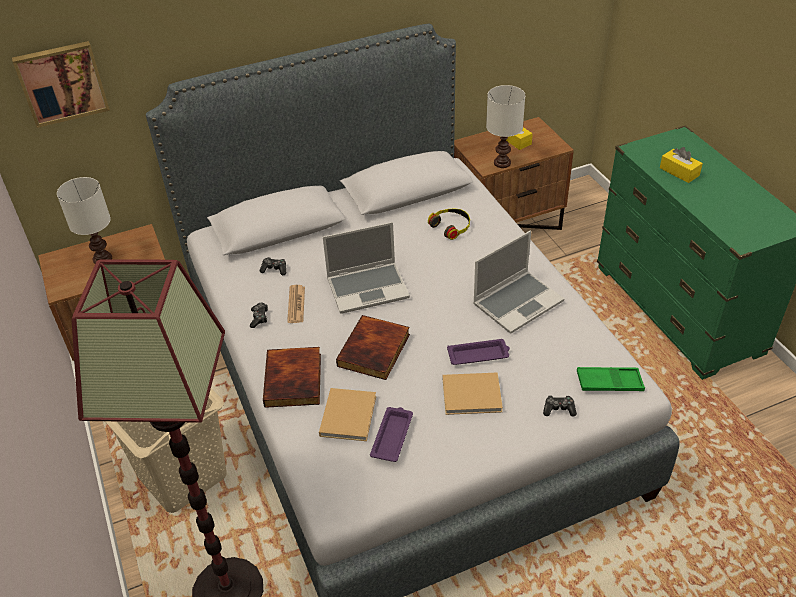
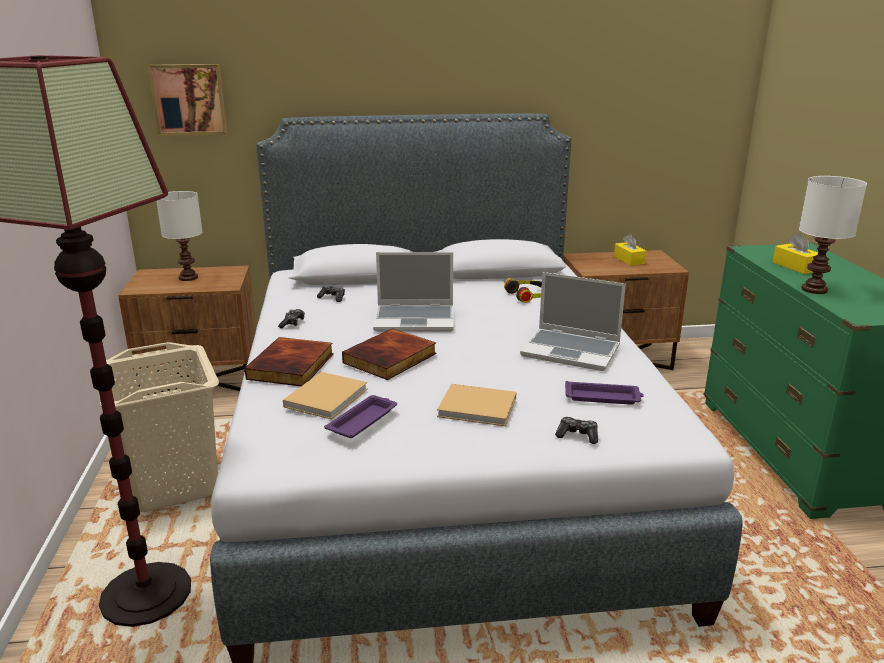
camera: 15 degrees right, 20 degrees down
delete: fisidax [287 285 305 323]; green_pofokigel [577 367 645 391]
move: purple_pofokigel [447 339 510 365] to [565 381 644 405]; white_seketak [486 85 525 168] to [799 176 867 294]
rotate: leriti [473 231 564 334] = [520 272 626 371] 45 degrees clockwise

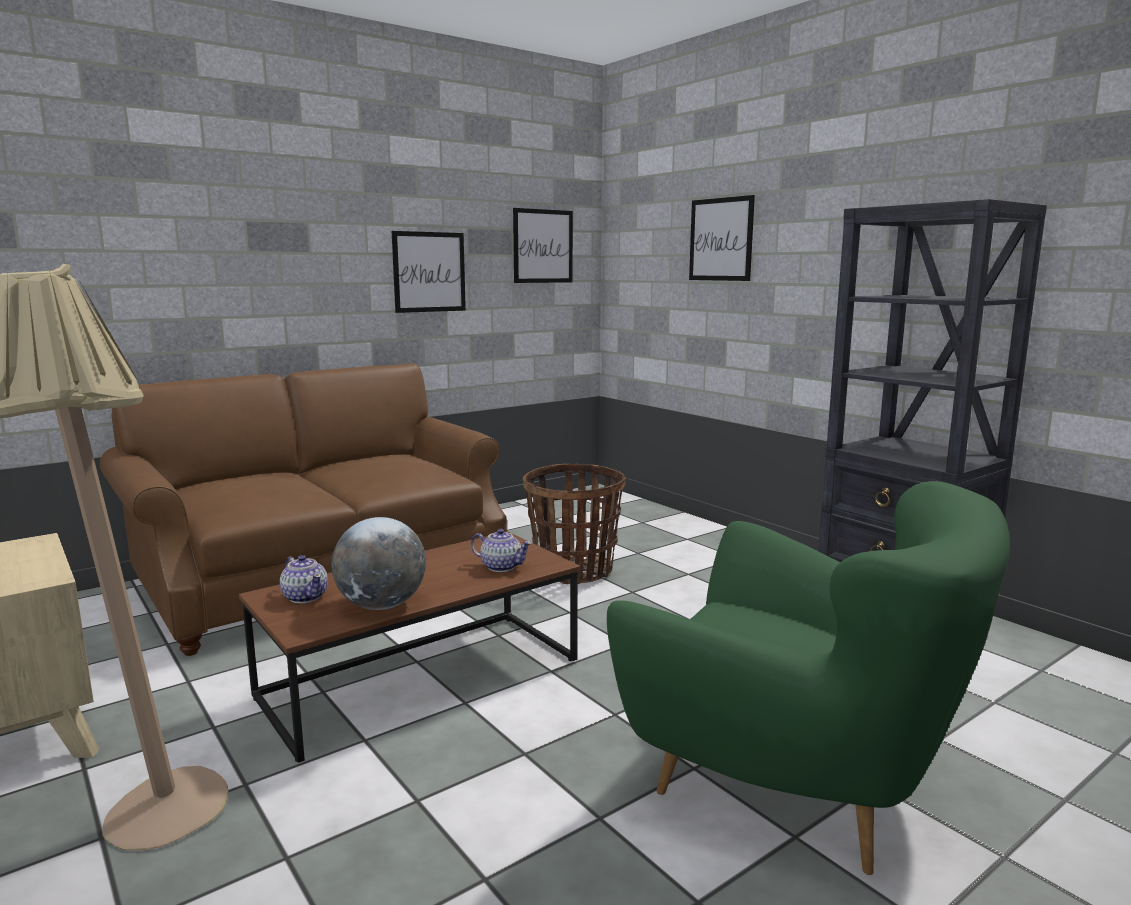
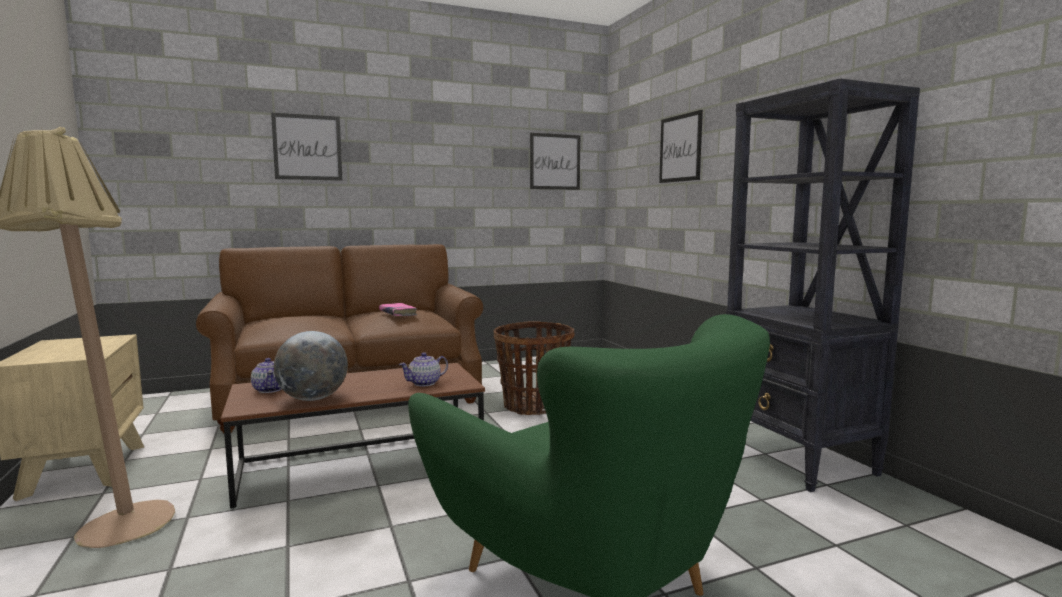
camera: 15 degrees right, 5 degrees down
insert: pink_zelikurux [379 303 417 316]
move: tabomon [392 231 466 313] to [271 113 342 181]
rotate: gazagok [471 529 532 572] = [399 353 448 386] 105 degrees clockwise

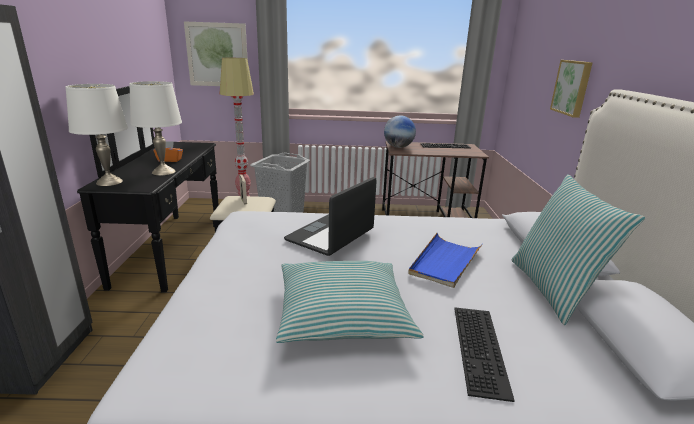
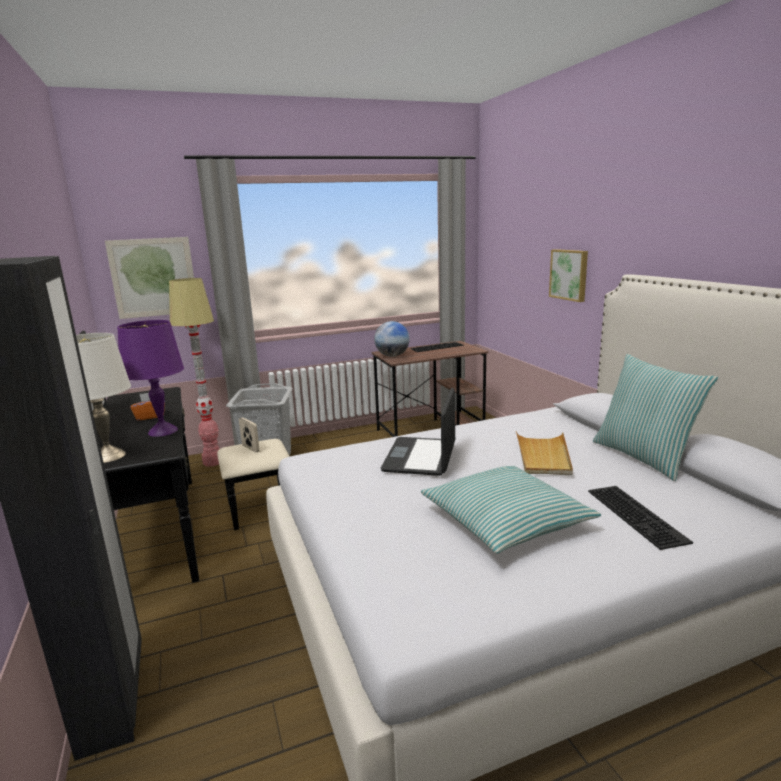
camera: 20 degrees left, 5 degrees down
recolor: white_seketak [129 81 182 175] to purple_seketak [117 320 184 437]; blue_pofokigel [408 233 483 288] to beige_pofokigel [516 431 573 475]

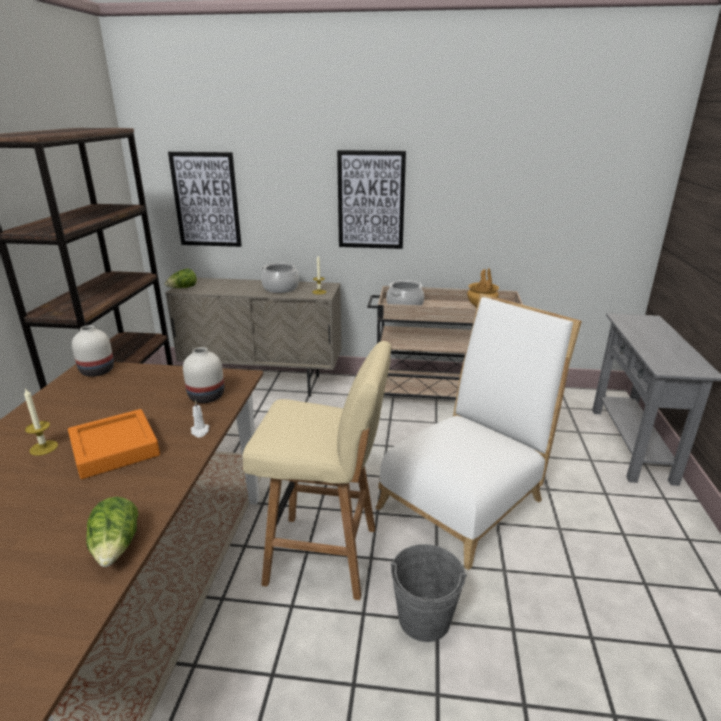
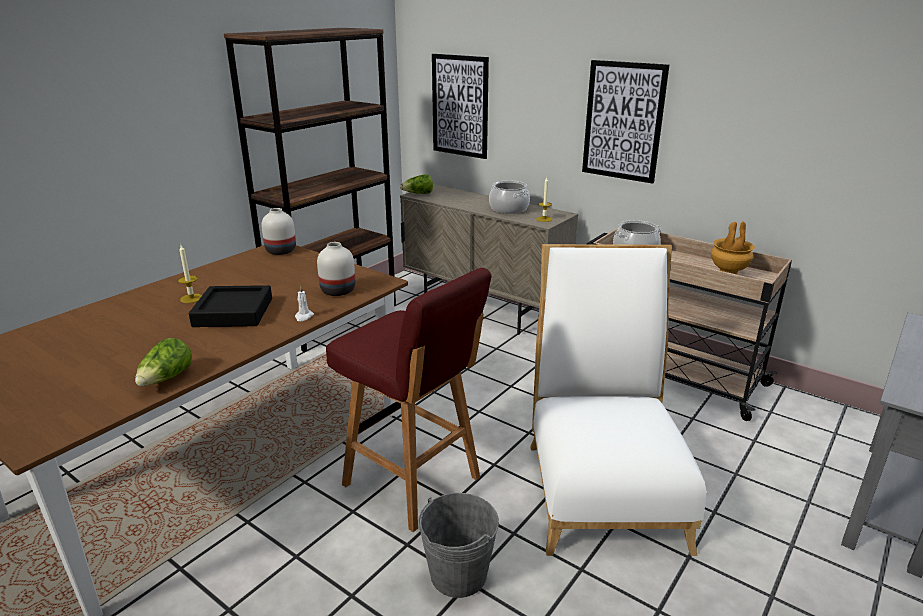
camera: 30 degrees right, 0 degrees up
recolor: orange_pofokigel [68 409 160 479] to black_pofokigel [189 285 272 327]; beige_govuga [242 341 392 600] to red_govuga [326 268 492 532]
rotate: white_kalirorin [376 293 582 570] = [530 244 706 556] 75 degrees counterclockwise

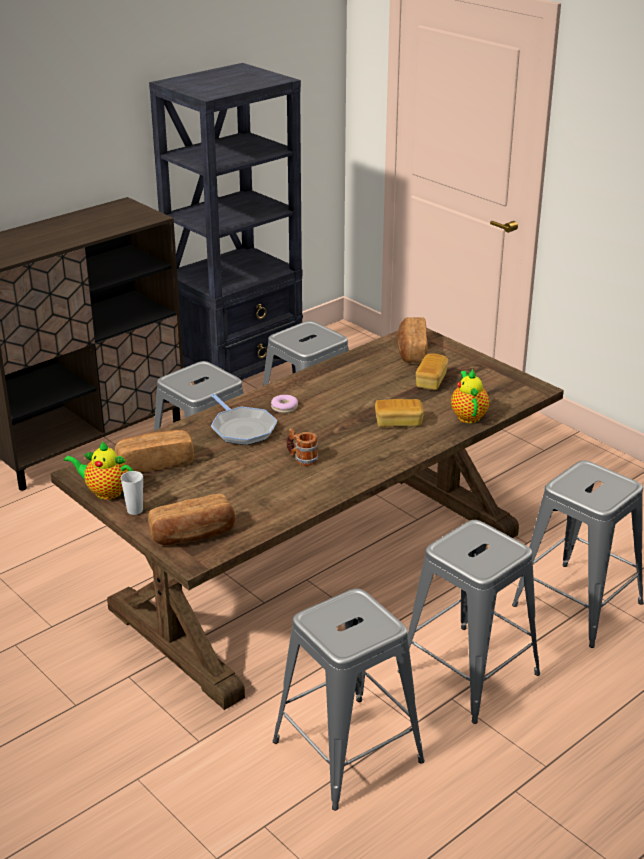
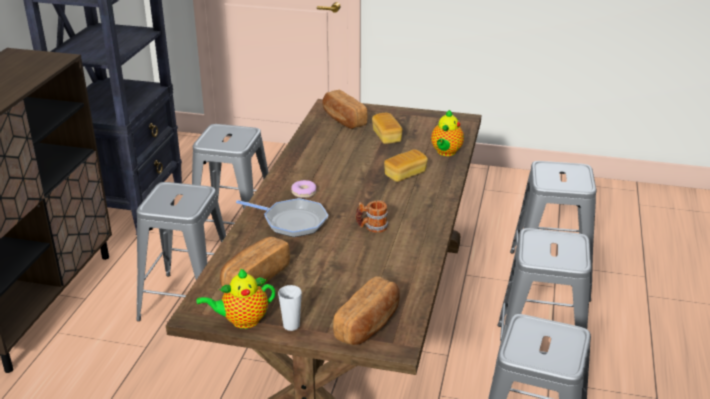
camera: 35 degrees left, 0 degrees up
rotate: gazagok [451 369 489 423] = [431 110 464 156] 120 degrees counterclockwise

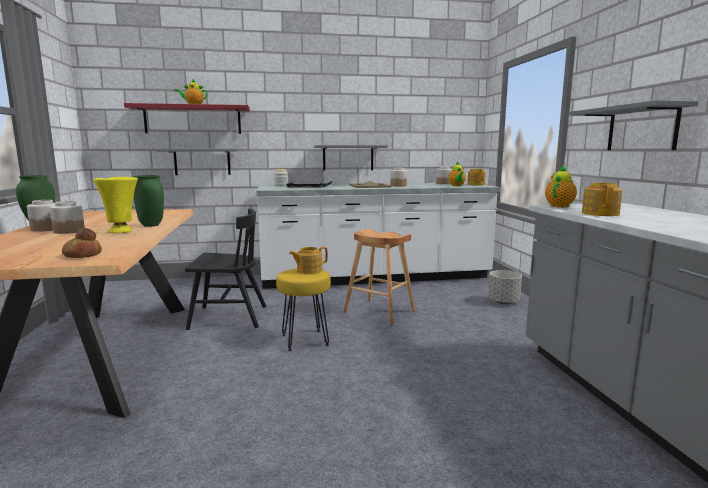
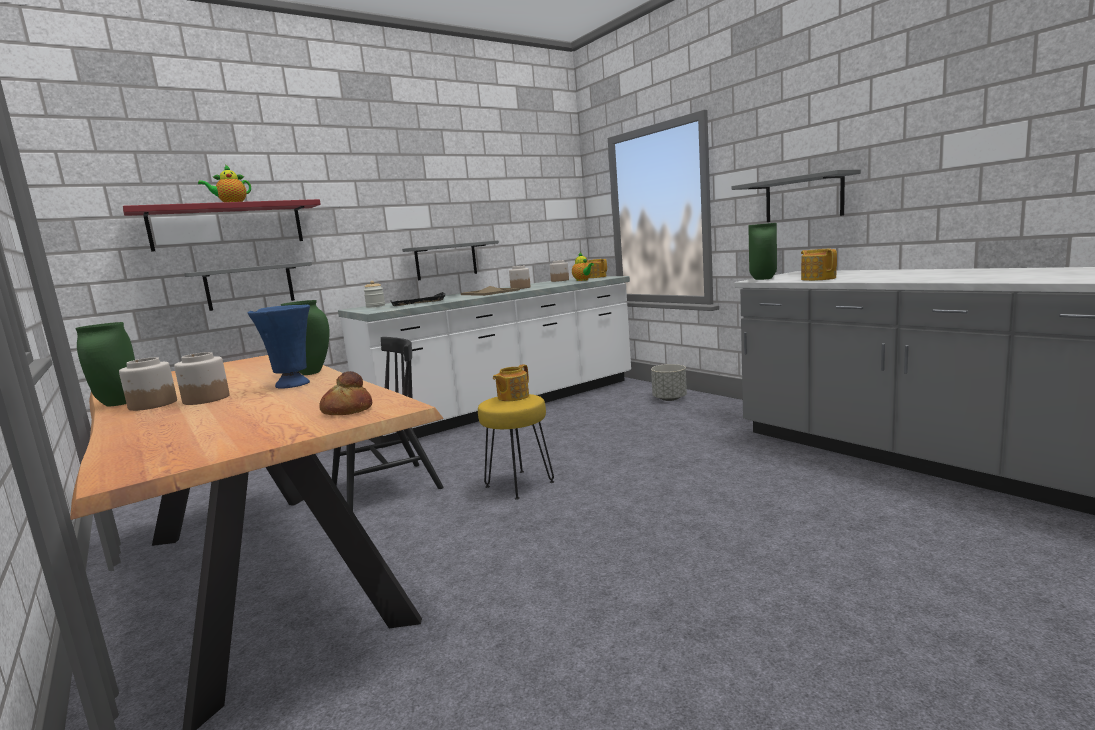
camera: 25 degrees left, 0 degrees up
delete: brown_govuga [343 229 415 325]
replace: gazagok [545 165 577 207] to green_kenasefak [748 223 777 280]
recolor: yellow_kenasefak [93 177 138 233] to blue_kenasefak [248 305 310 389]

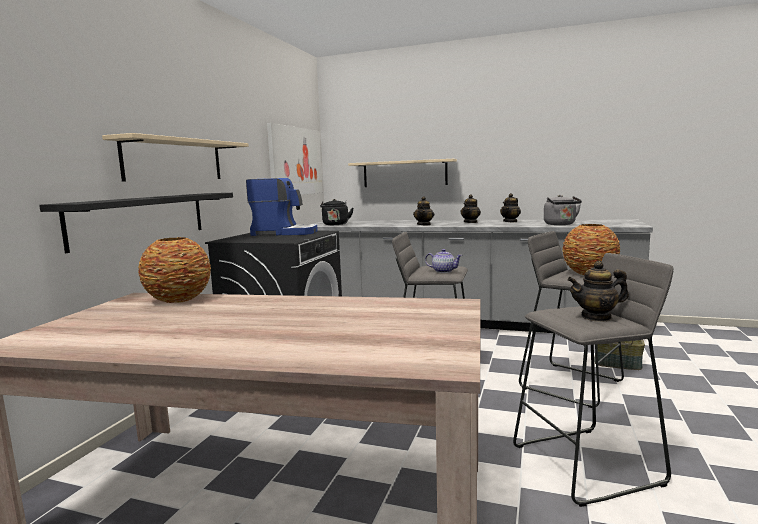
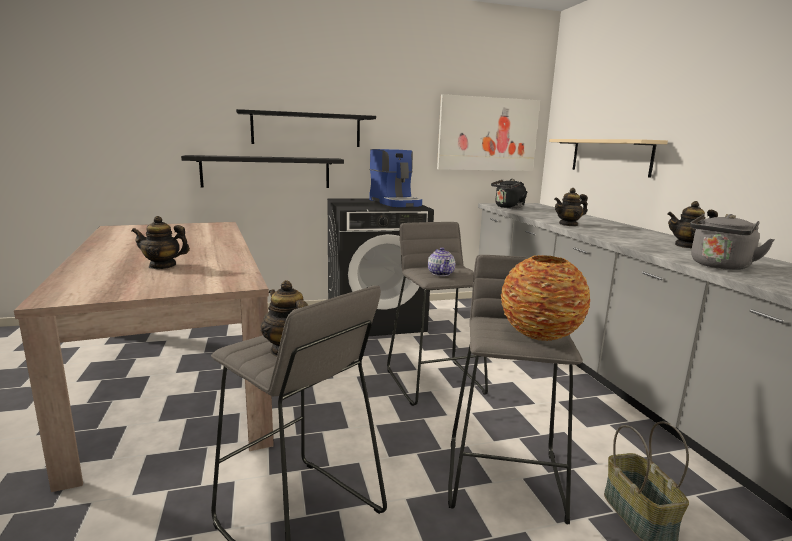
camera: 55 degrees right, 5 degrees up
delete: kenasefak [138 237 211 303]
move: gazagok [461 194 481 223] to [132 216 190 269]
recolor: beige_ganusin [102 133 249 182] to black_ganusin [236 109 376 147]

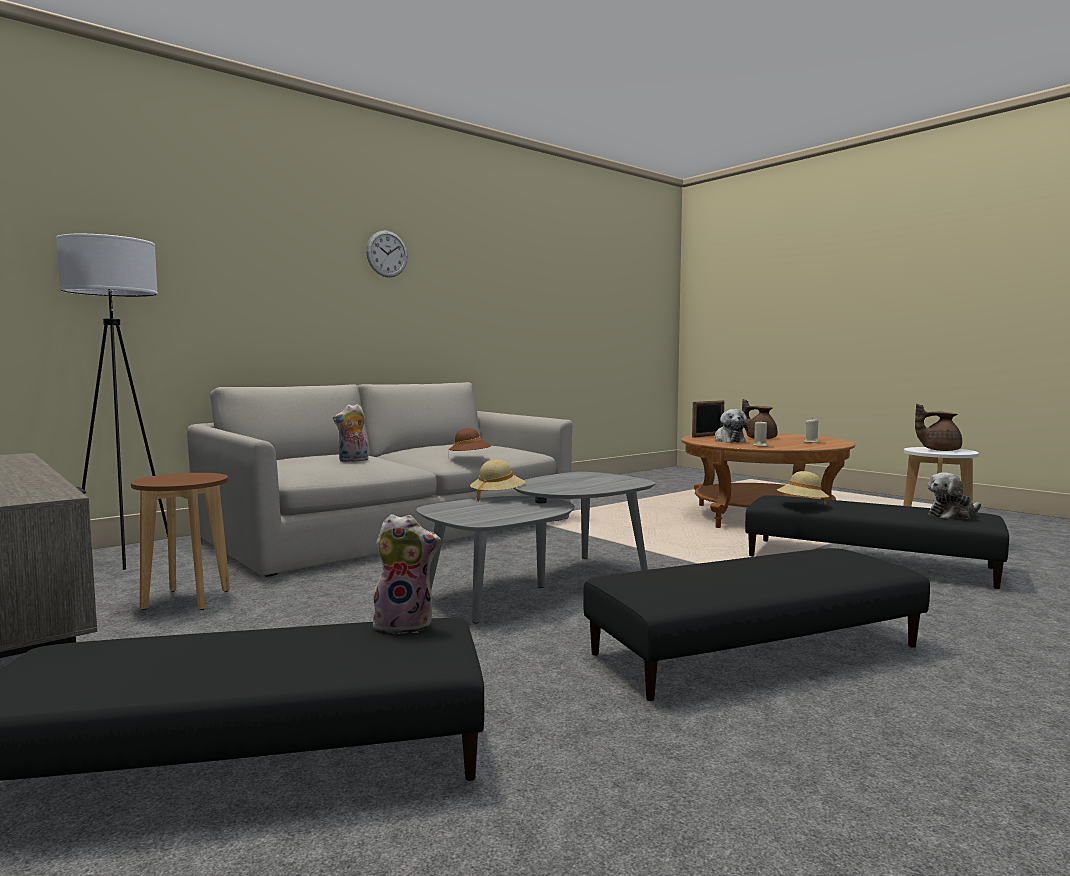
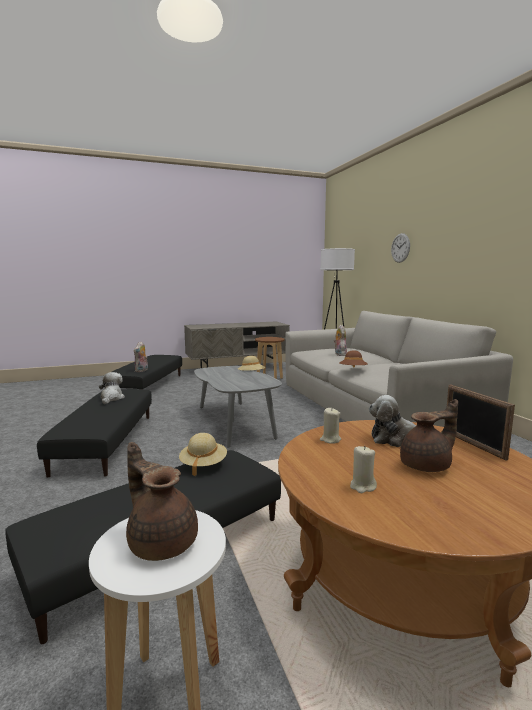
camera: 110 degrees right, 5 degrees up
move: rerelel [366 231 408 277] to [391 233 410 263]; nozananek [928 472 981 519] to [99 372 125 404]
rotate: brown_gazagok [915 404 962 451] = [126 442 198 561] 75 degrees counterclockwise

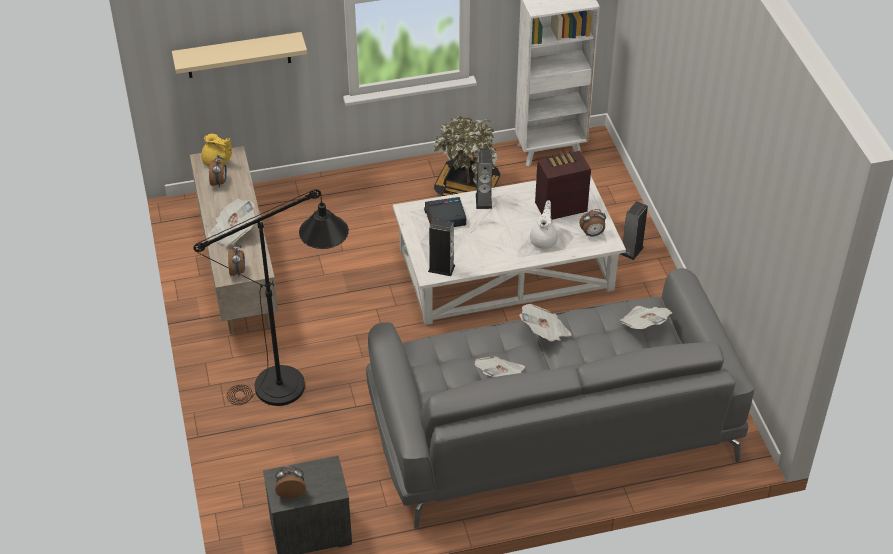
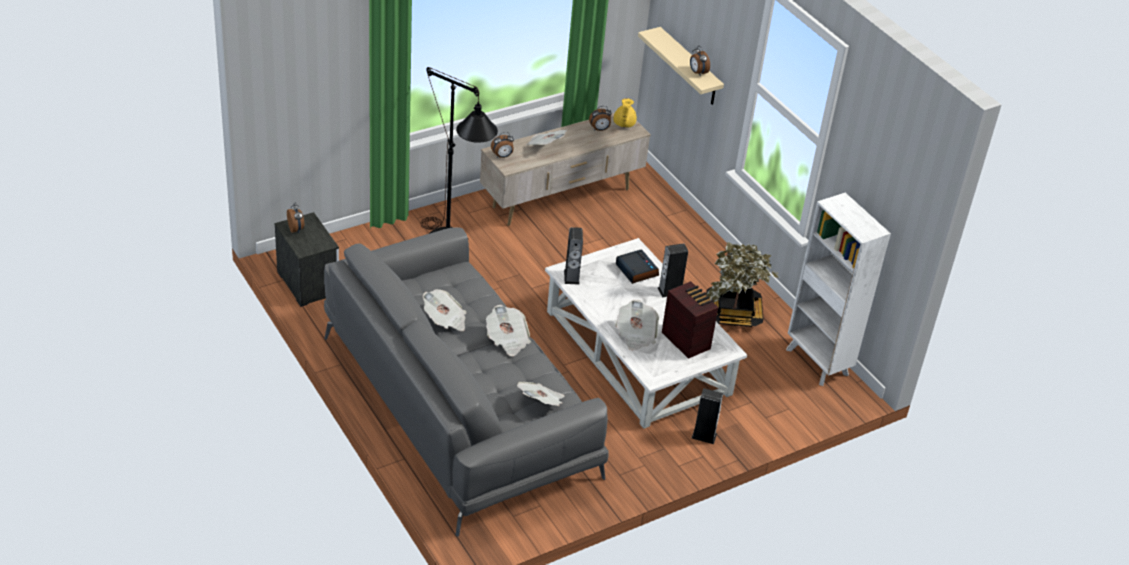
camera: 70 degrees right, 5 degrees down
move: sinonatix [579 209 606 236] to [690 46 710 75]
replace: white_gazagok [530 200 558 249] to fisidax [615 300 659 351]

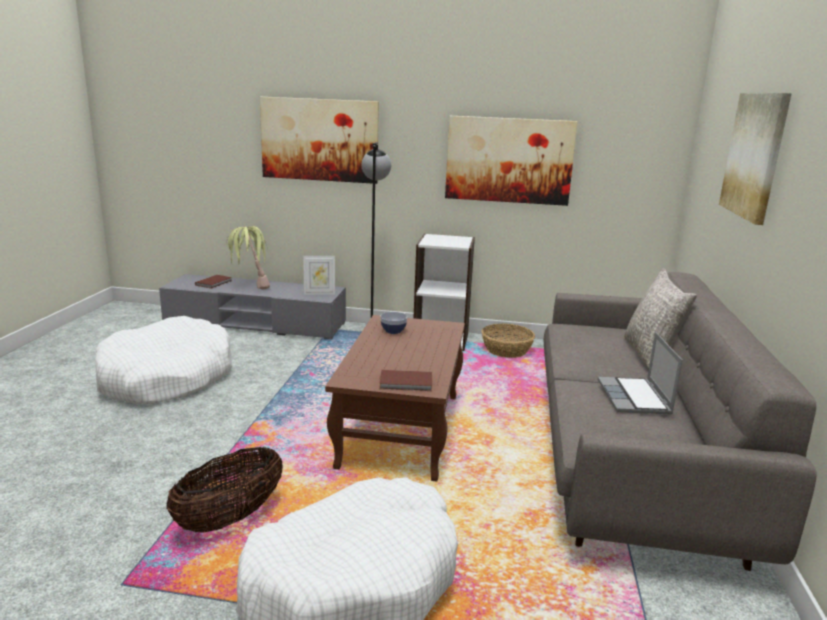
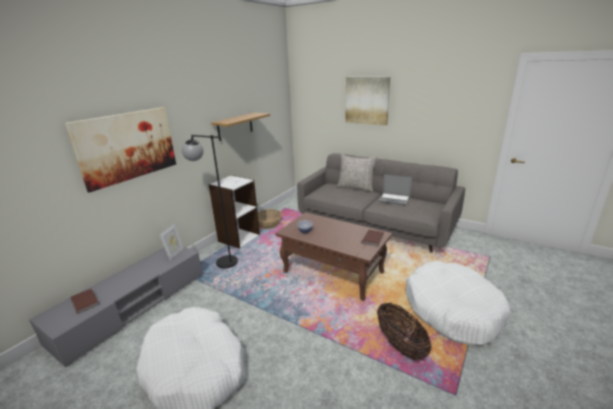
camera: 65 degrees left, 5 degrees up
delete: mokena [227 226 270 290]
replace: tabomon [445 116 578 206] to ganusin [211 113 270 141]

